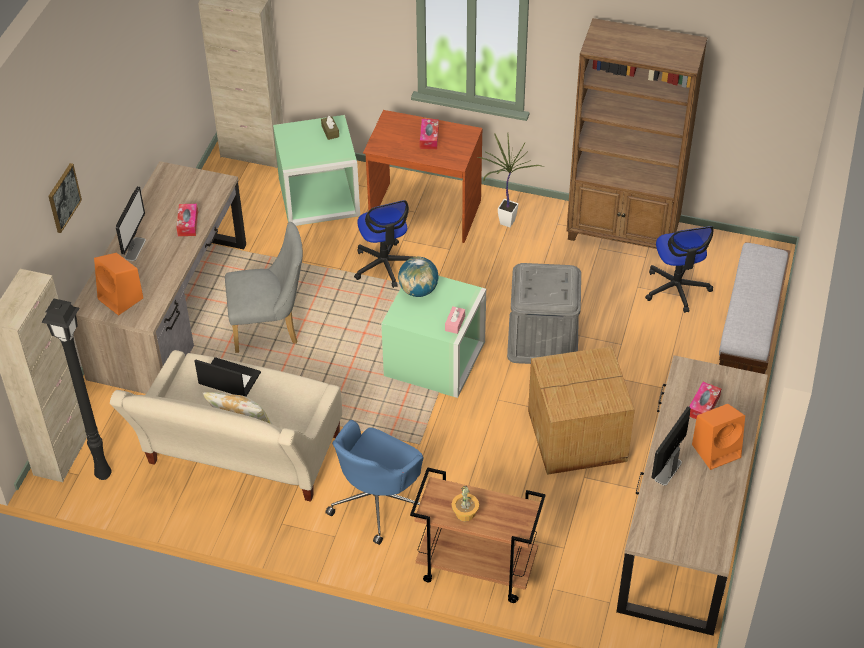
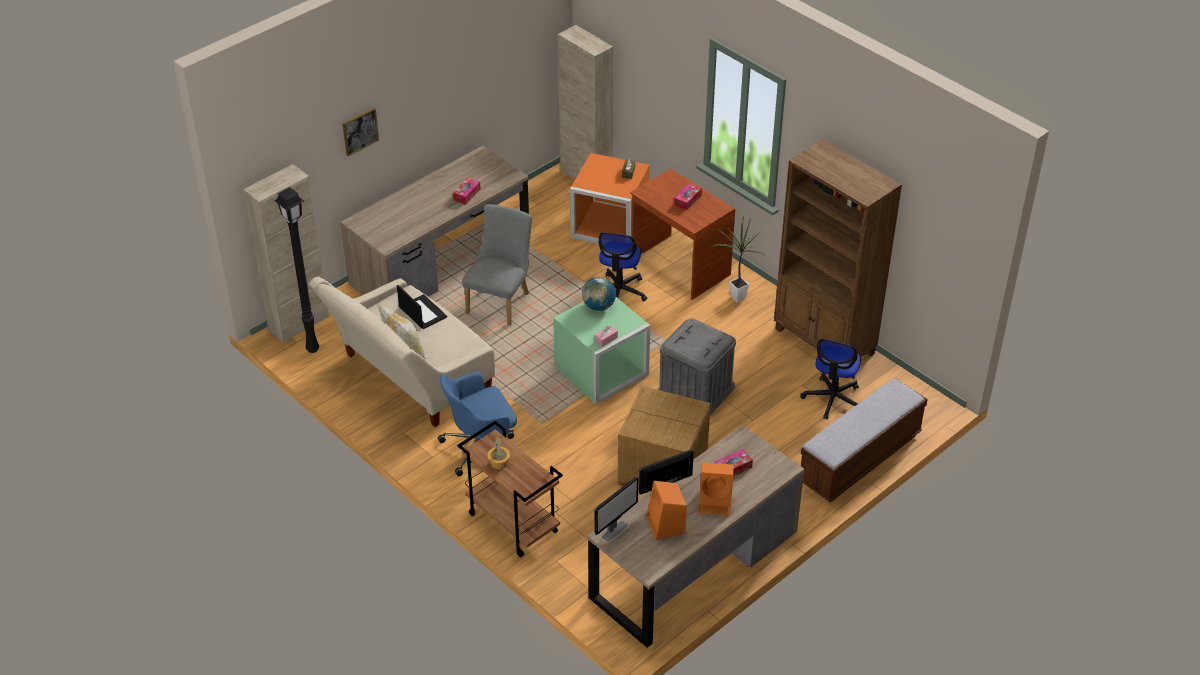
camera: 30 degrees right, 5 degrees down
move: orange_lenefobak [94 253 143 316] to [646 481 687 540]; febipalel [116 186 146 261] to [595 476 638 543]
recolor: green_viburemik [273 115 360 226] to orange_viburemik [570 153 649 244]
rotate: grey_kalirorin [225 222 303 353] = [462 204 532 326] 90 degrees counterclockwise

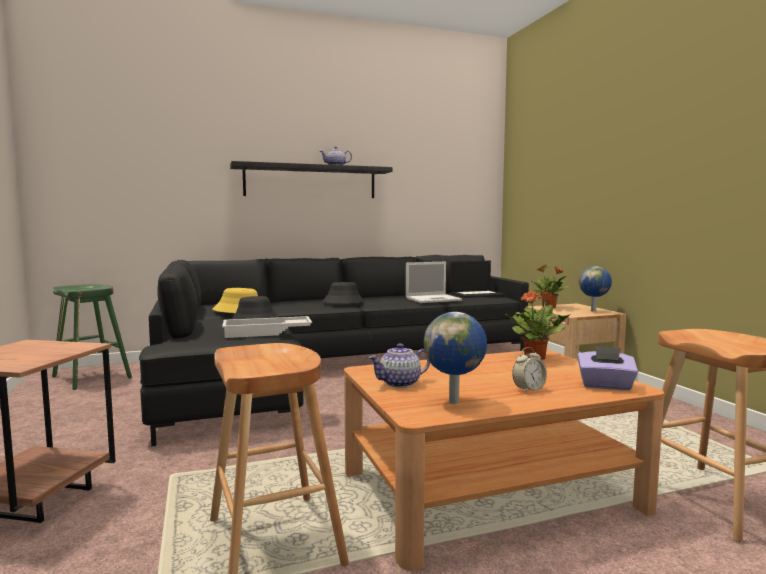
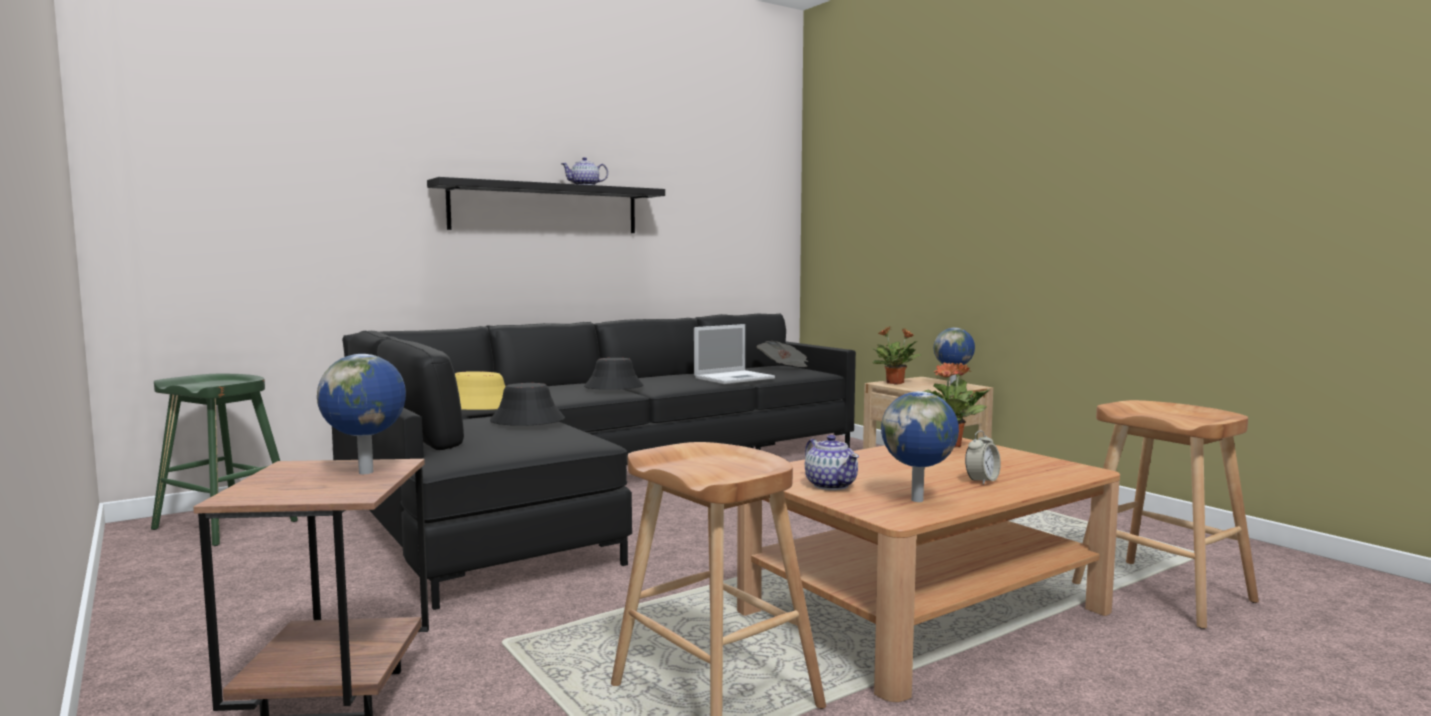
camera: 15 degrees left, 0 degrees up
delete: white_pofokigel [222 316 312 338]; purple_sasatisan [577 346 638 391]
insert: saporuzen [317 354 406 474]
replace: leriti [450 261 506 298] to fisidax [757 341 809 367]
rotate: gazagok [368 343 430 388] = [805 435 859 490] 75 degrees counterclockwise

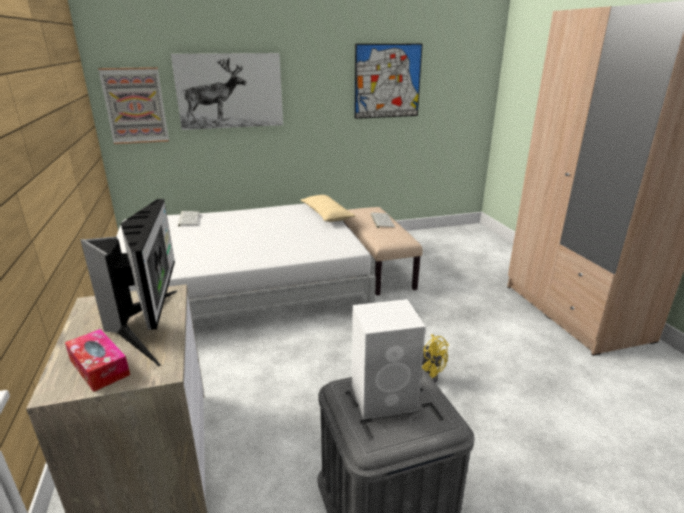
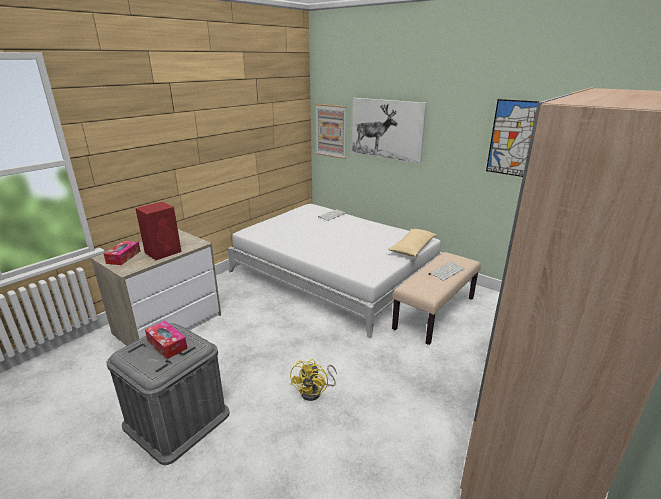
camera: 55 degrees right, 0 degrees up
replace: febipalel [80 199 177 367] to red_lenefobak [135 202 181 260]; white_lenefobak [352 299 426 420] to sasatisan [145 321 188 359]

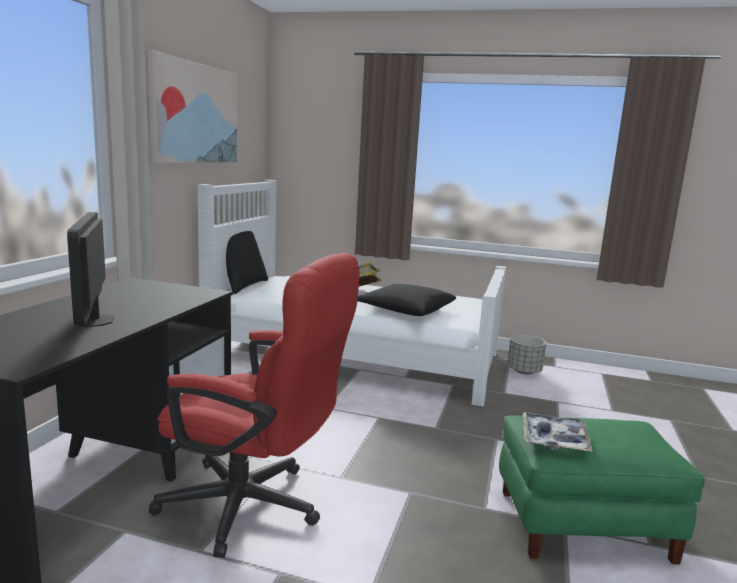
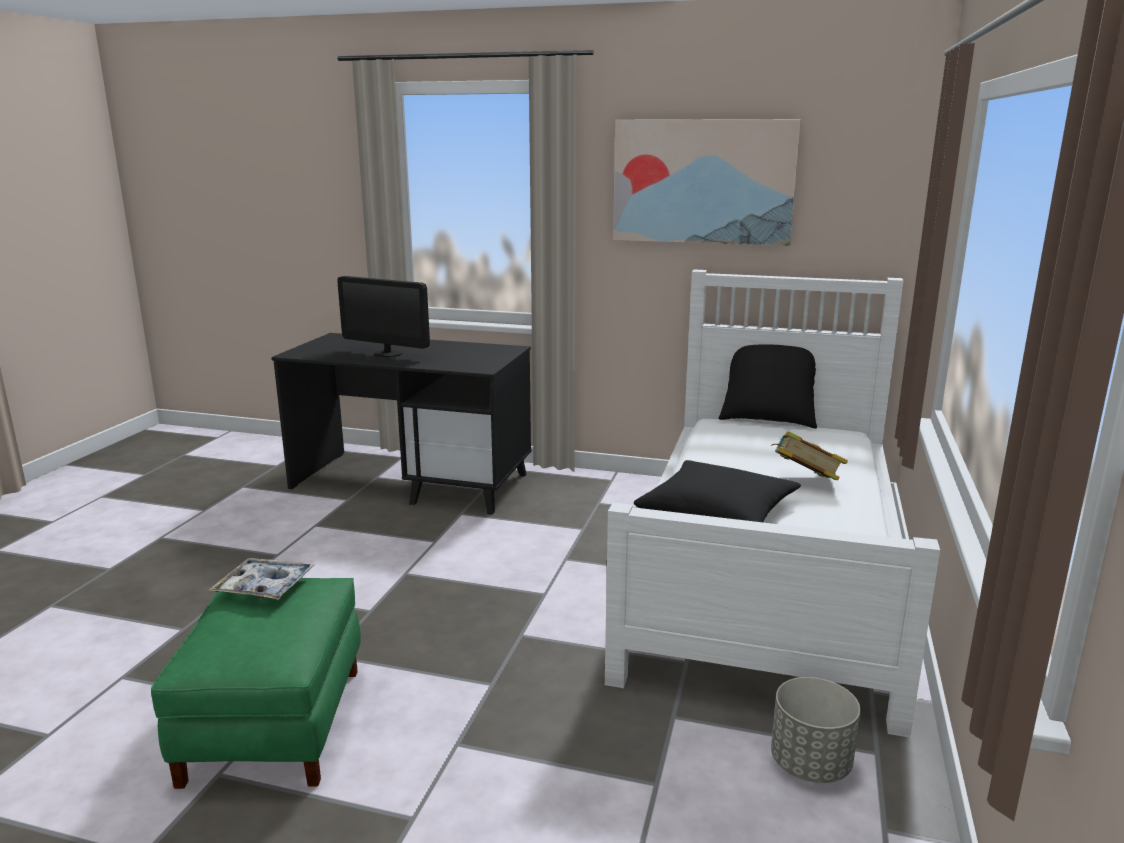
camera: 90 degrees right, 5 degrees up
delete: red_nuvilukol [149 253 360 558]
rotate: febipalel [67 212 114 327] = [337 276 430 357] 135 degrees counterclockwise

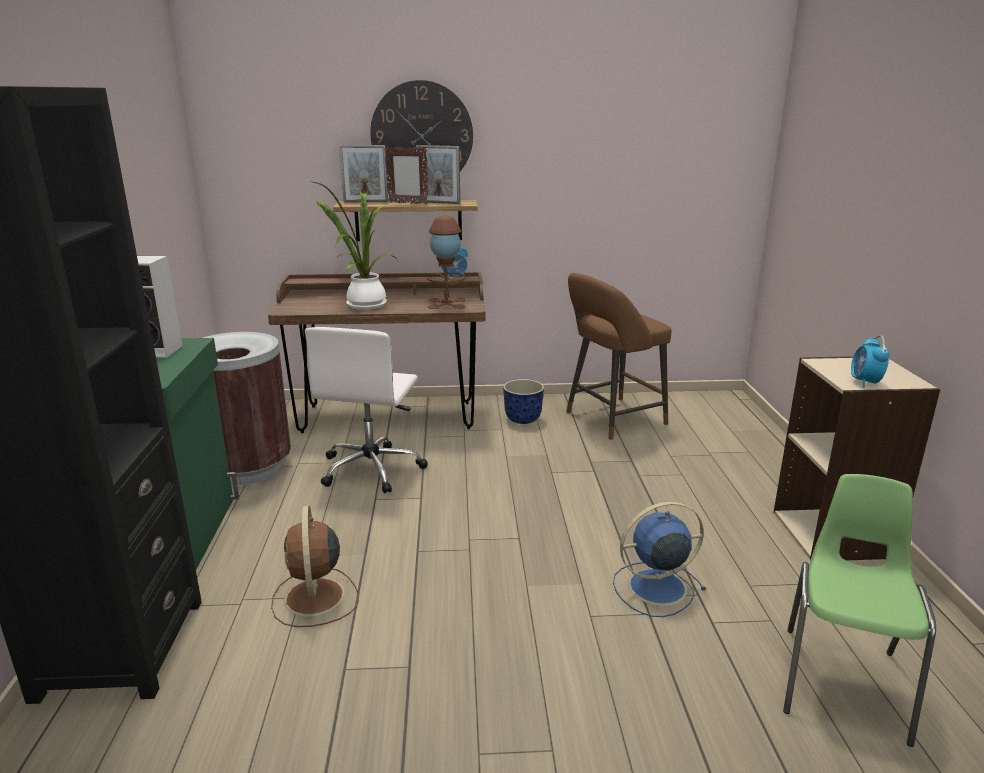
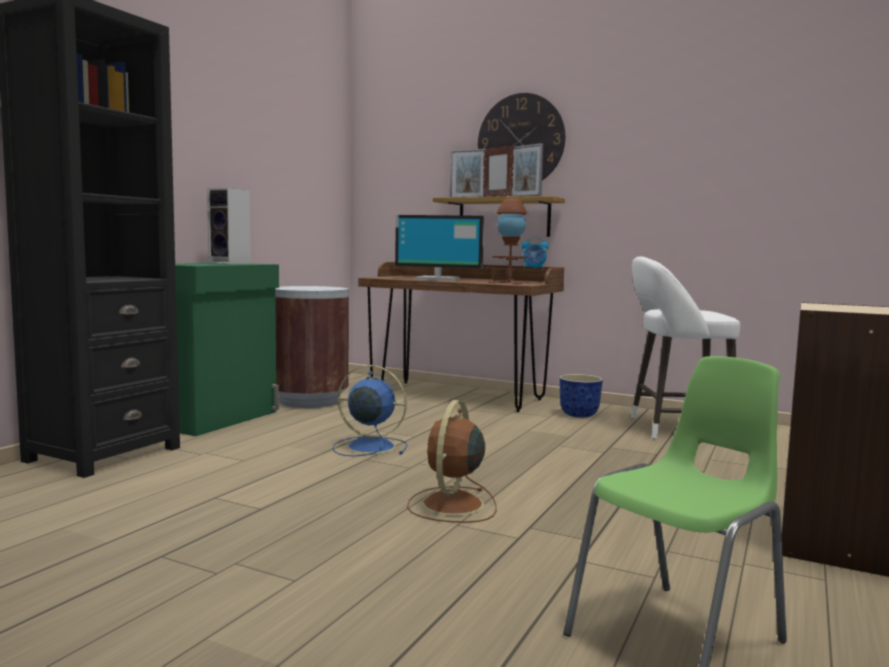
camera: 30 degrees right, 15 degrees down
delete: white_nuvilukol [305 327 428 494]; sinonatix [851 335 890 388]
move: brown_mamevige [271 505 359 627] to [407 400 497 523]; blue_mamevige [613 501 706 617] to [332 365 407 456]
replace: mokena [313 182 397 310] to febipalel [395 215 484 281]
recolor: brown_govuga [566 273 671 440] to white_govuga [631 256 740 439]

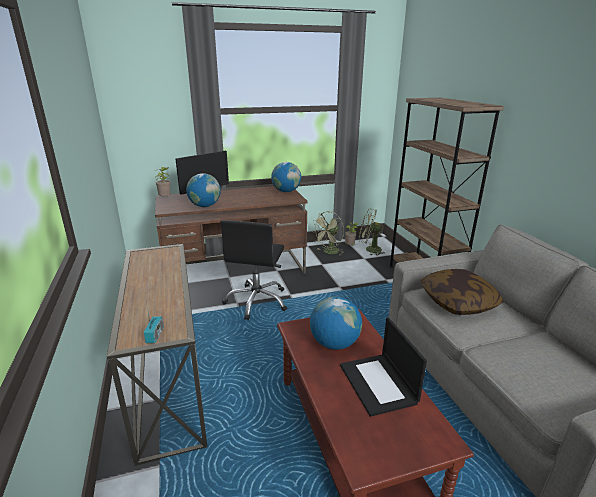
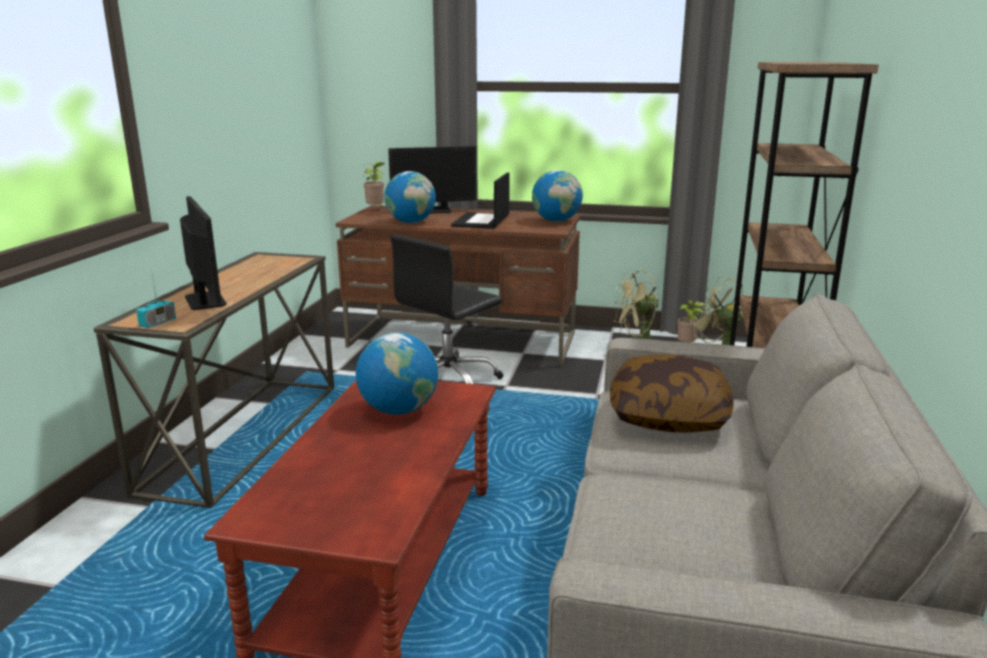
camera: 30 degrees right, 5 degrees down
insert: febipalel [180 196 227 310]
move: leriti [340 317 427 417] to [451 172 510 229]

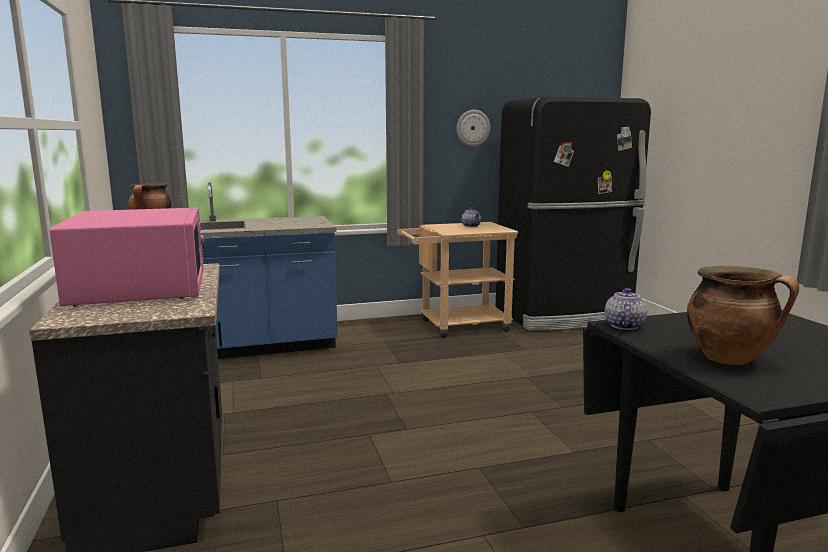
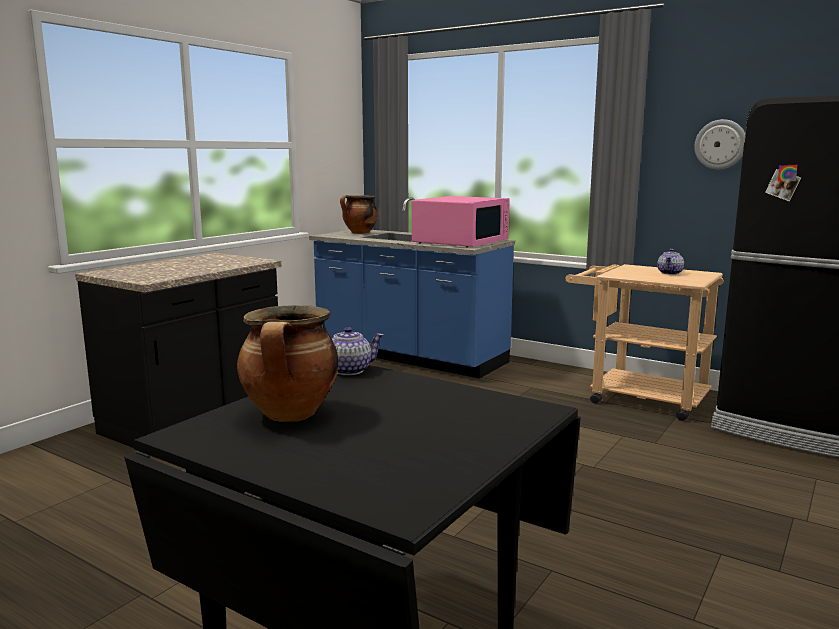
camera: 50 degrees right, 0 degrees up
move: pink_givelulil [49 207 204 306] to [412 196 510 248]

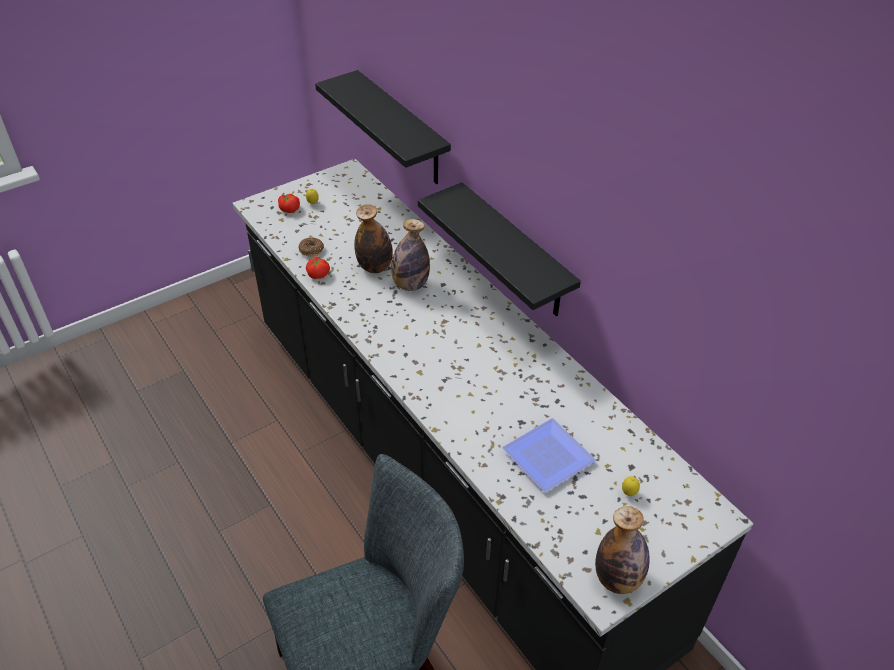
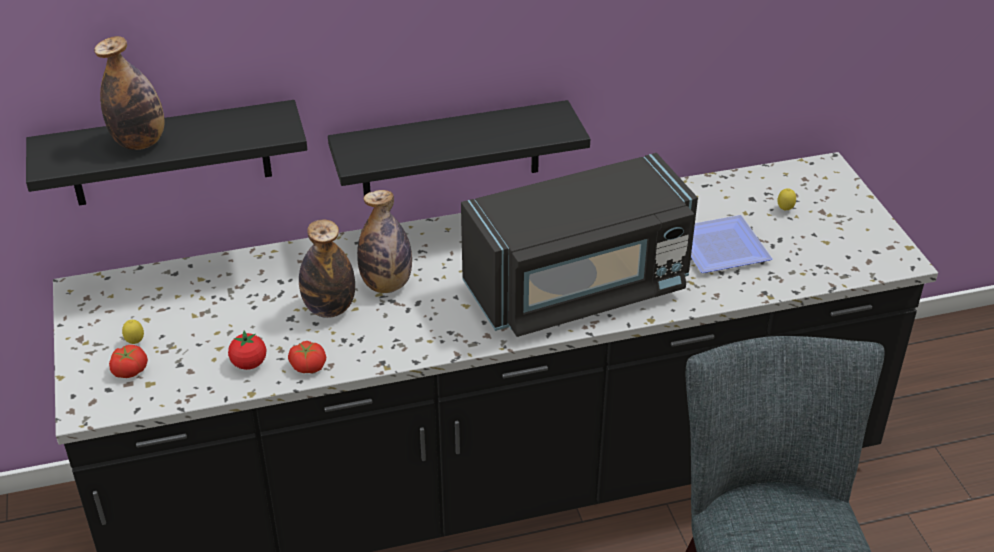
camera: 70 degrees left, 5 degrees down
insert: black_givelulil [461 153 698 337]
move: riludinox [595 506 650 594] to [94 36 164 150]
replace: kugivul [298 237 324 257] to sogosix [228 330 266 370]

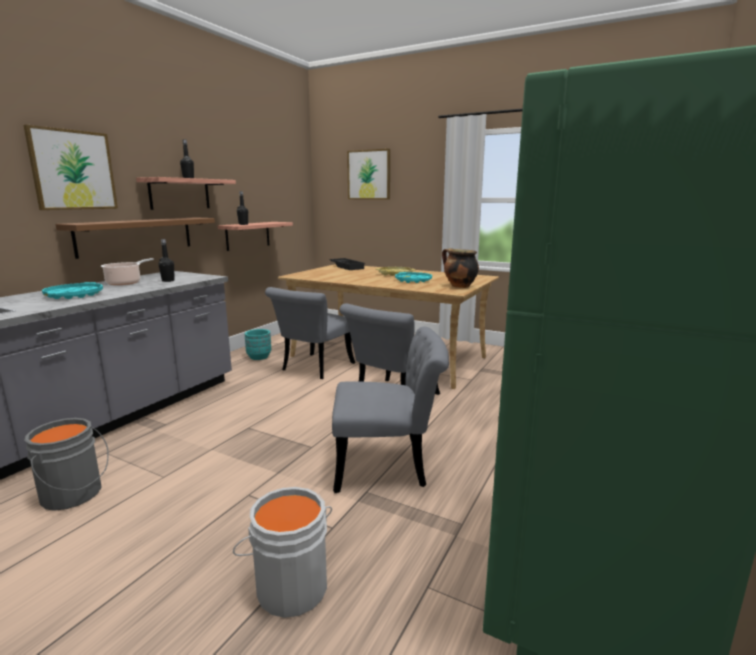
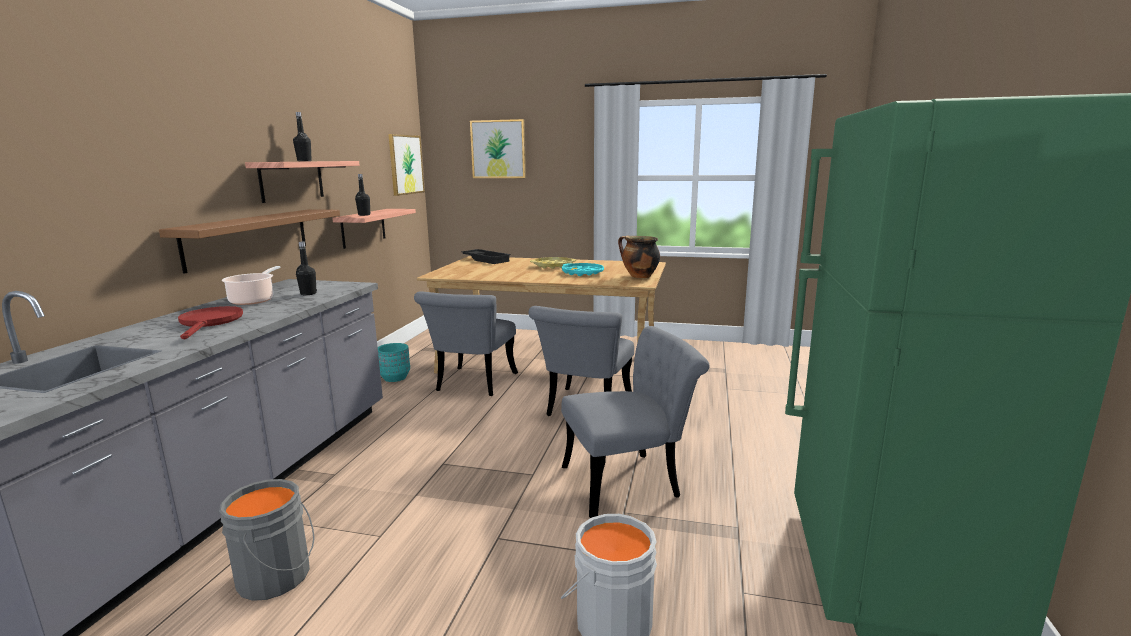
camera: 15 degrees left, 0 degrees up
move: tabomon [24 125 118 210] to [388 134 425 196]
replace: turquoise_pofokigel [42 282 103 299] to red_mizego [178 306 243 339]

